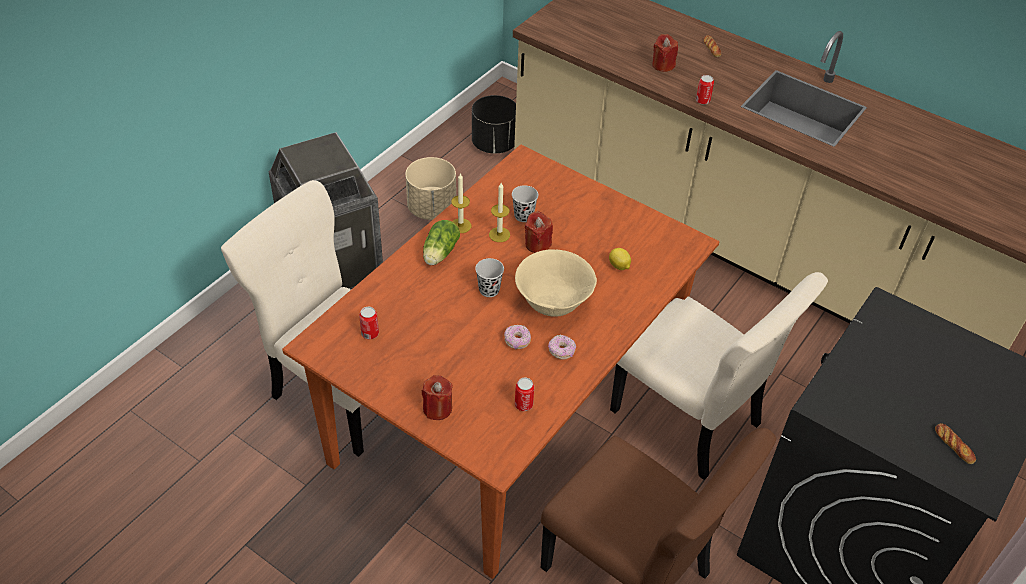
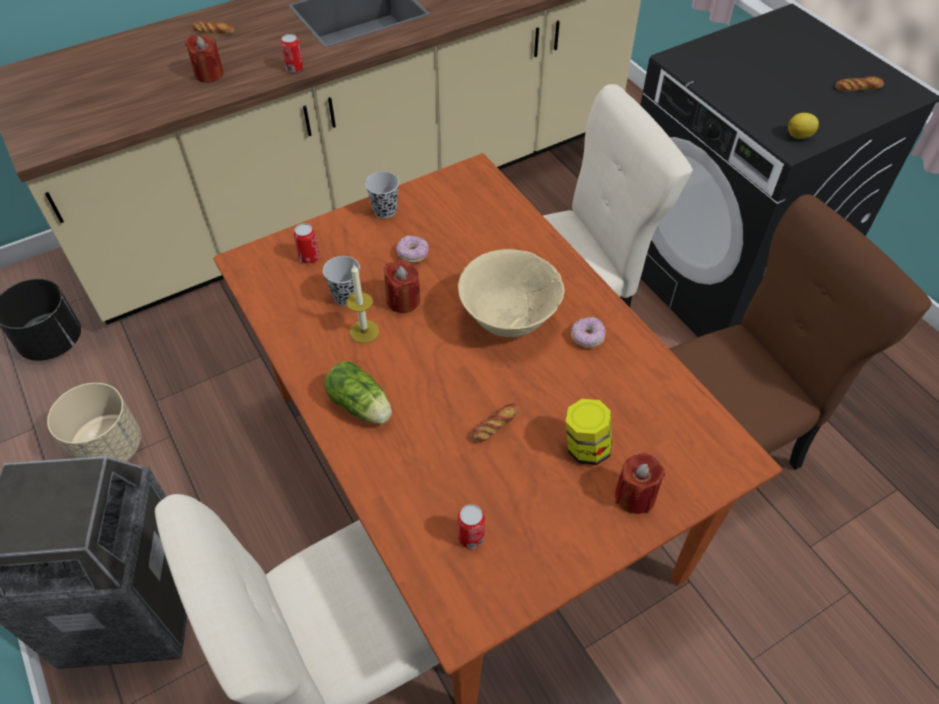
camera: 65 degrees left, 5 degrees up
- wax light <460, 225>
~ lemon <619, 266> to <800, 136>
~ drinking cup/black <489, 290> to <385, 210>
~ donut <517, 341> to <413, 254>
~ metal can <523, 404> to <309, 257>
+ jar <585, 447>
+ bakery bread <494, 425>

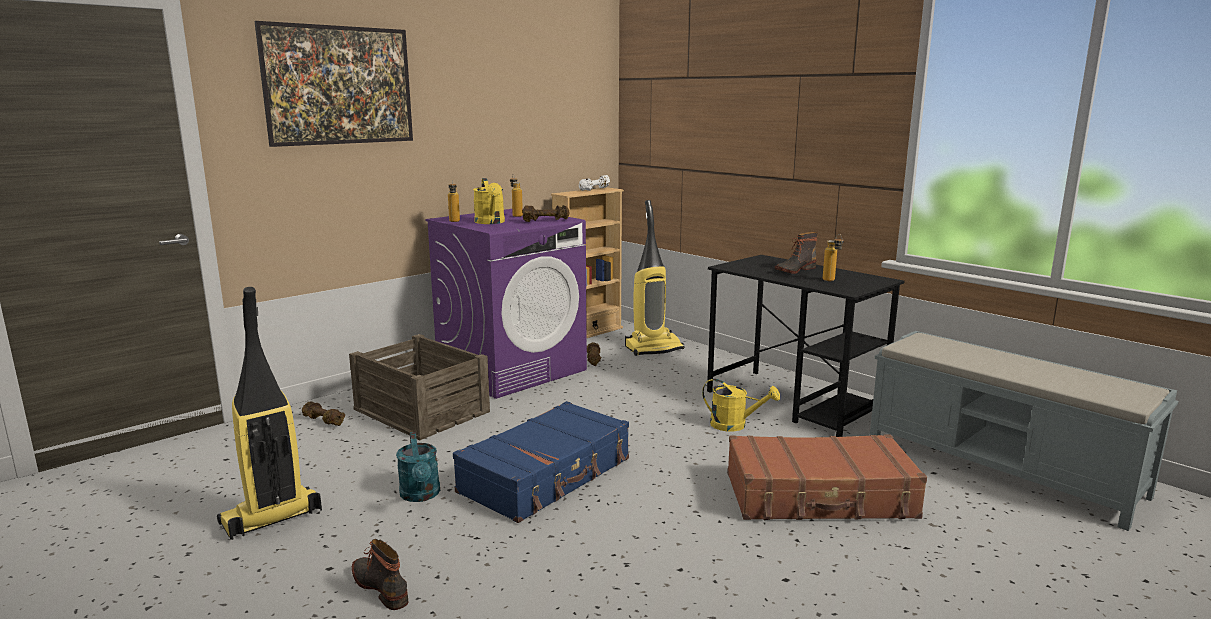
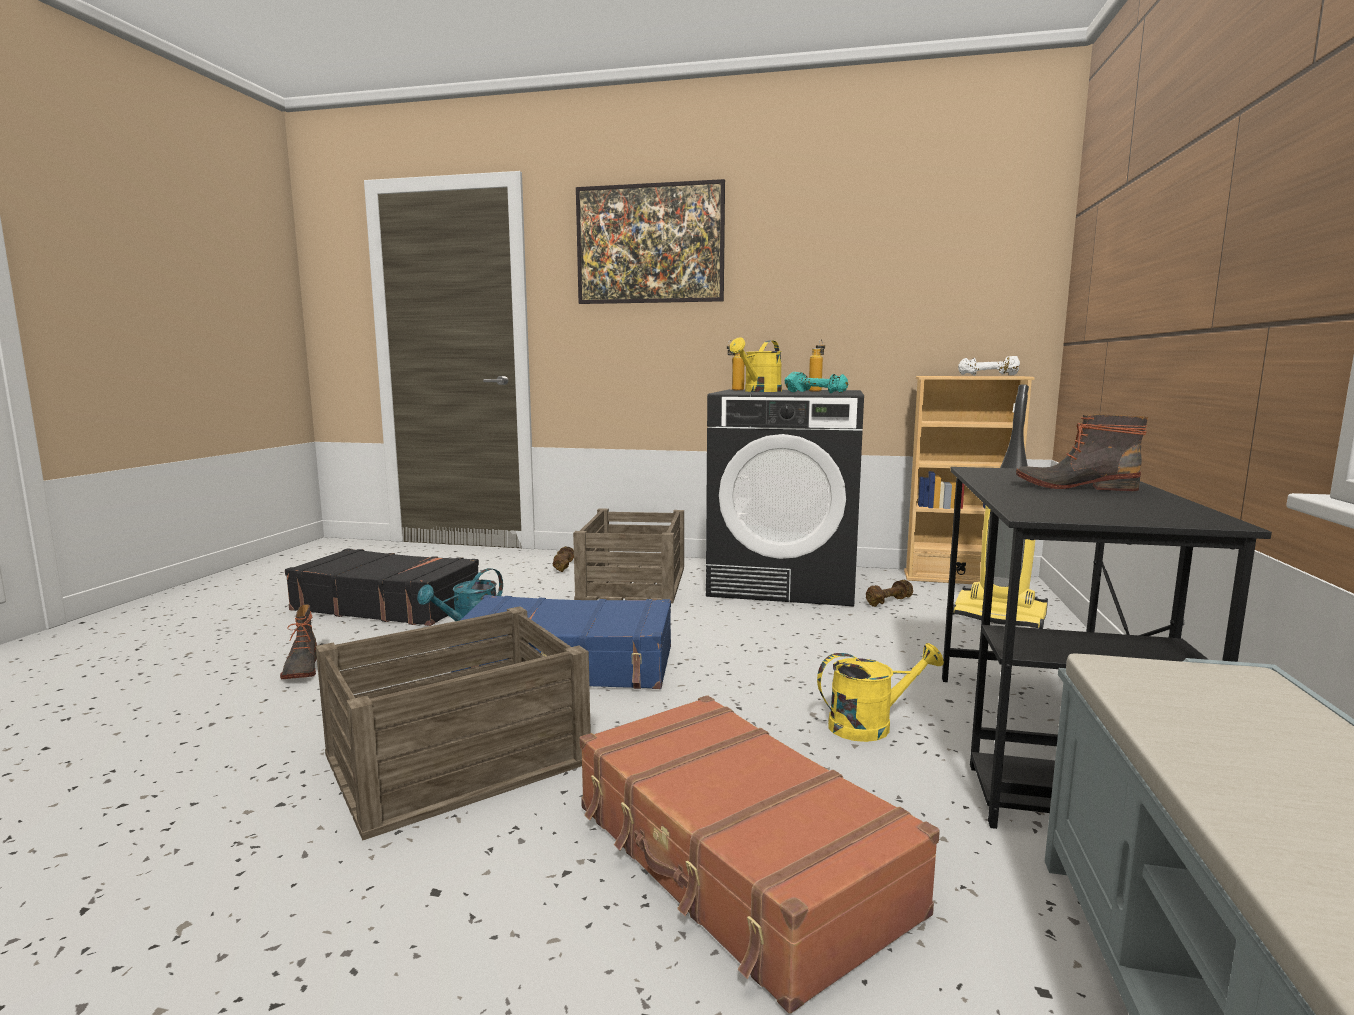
camera: 55 degrees right, 5 degrees down
~ free weight/brown <545, 220> to free weight/turquoise-coloured <816, 393>
~ laundry appliance/purplish <512, 369> to laundry appliance/black <784, 582>
- beverage bottle <831, 281>
~ vacuum <271, 518> to travel case/black <387, 604>
~ sprinkling can/yellowish <735, 425> = <870, 725> 90 degrees counterclockwise
~ boot <382, 587> = <300, 669> 150 degrees clockwise
+ packing crate <455, 758>

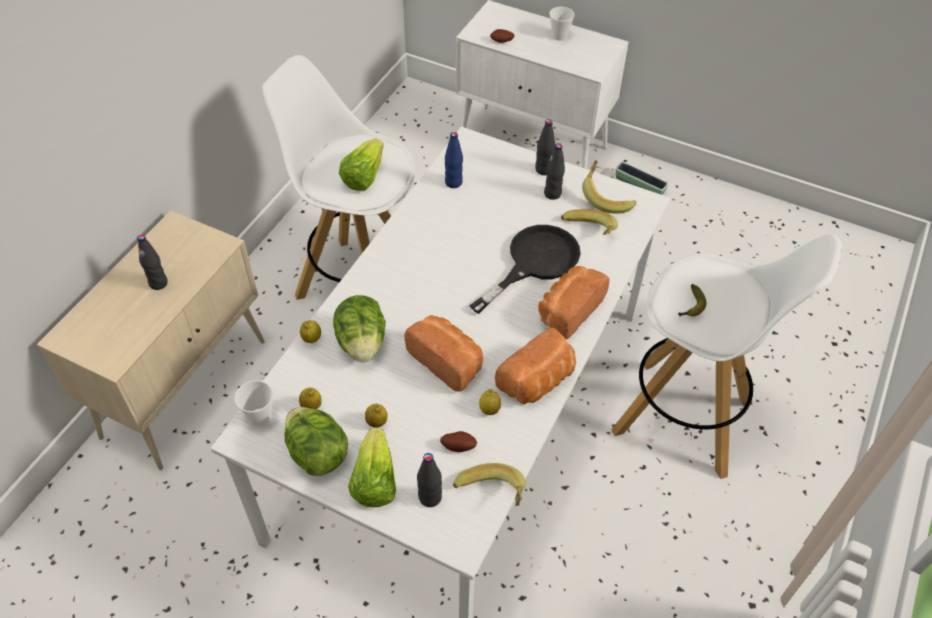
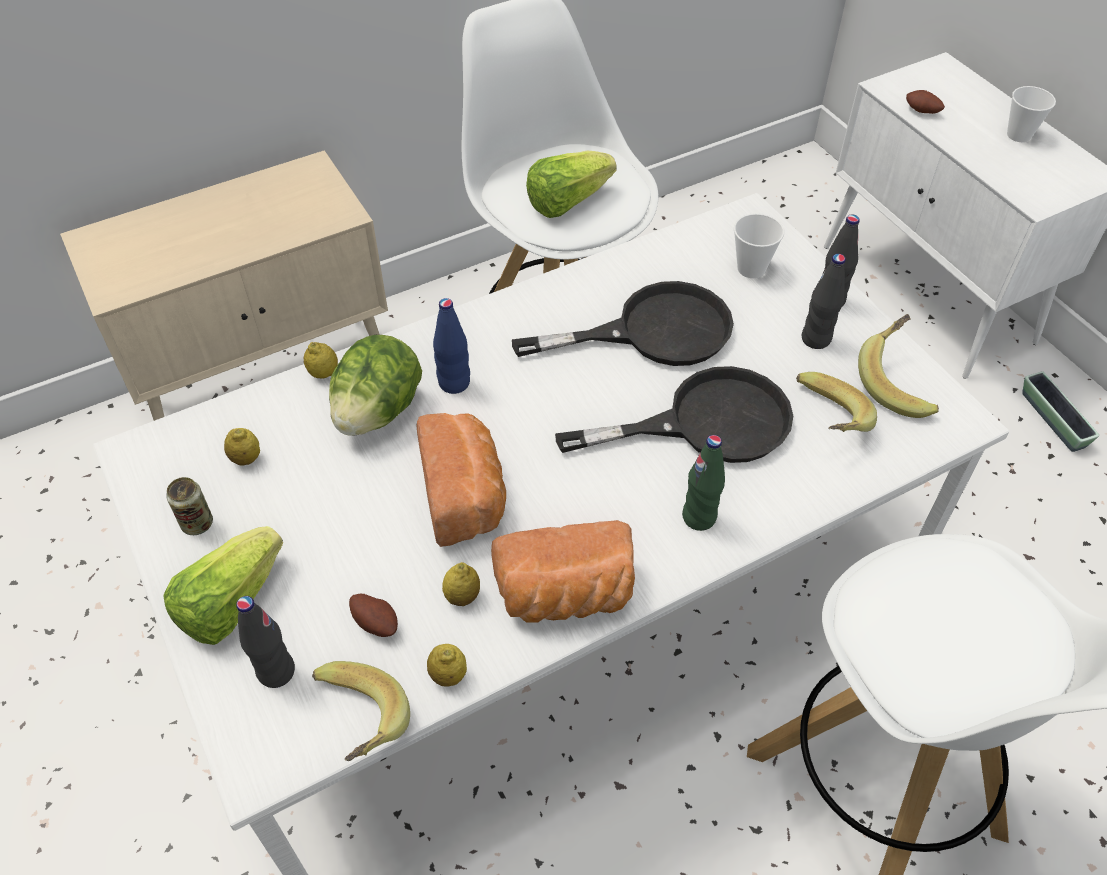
camera: 35 degrees right, 0 degrees up
~ beverage bottle/blue-coloured <453, 182> to <454, 383>
- beverage bottle/black <158, 283>
~ bakery bread <568, 310> to beverage bottle/green <699, 517>
- banana fruit <691, 306>
~ drinking cup <260, 417> to <751, 268>
~ lemon <376, 422> to <448, 675>
~ lettuce head <317, 453> to metal can <197, 523>
+ pan/black <653, 331>

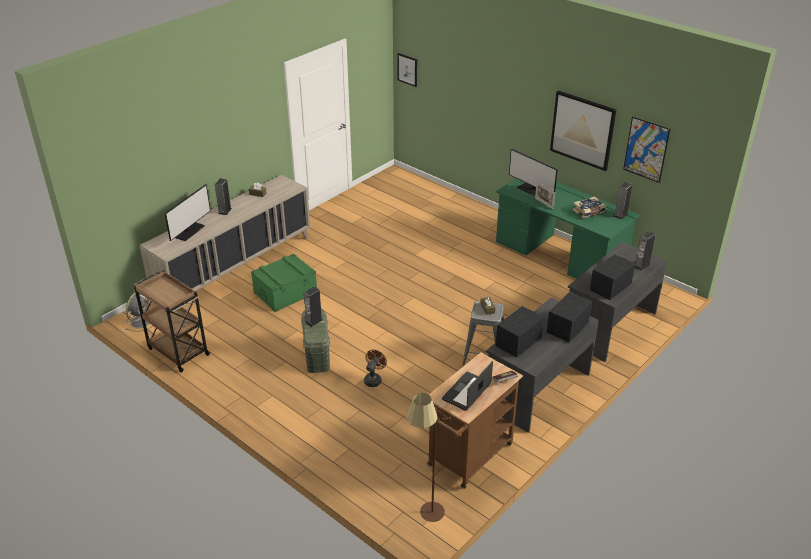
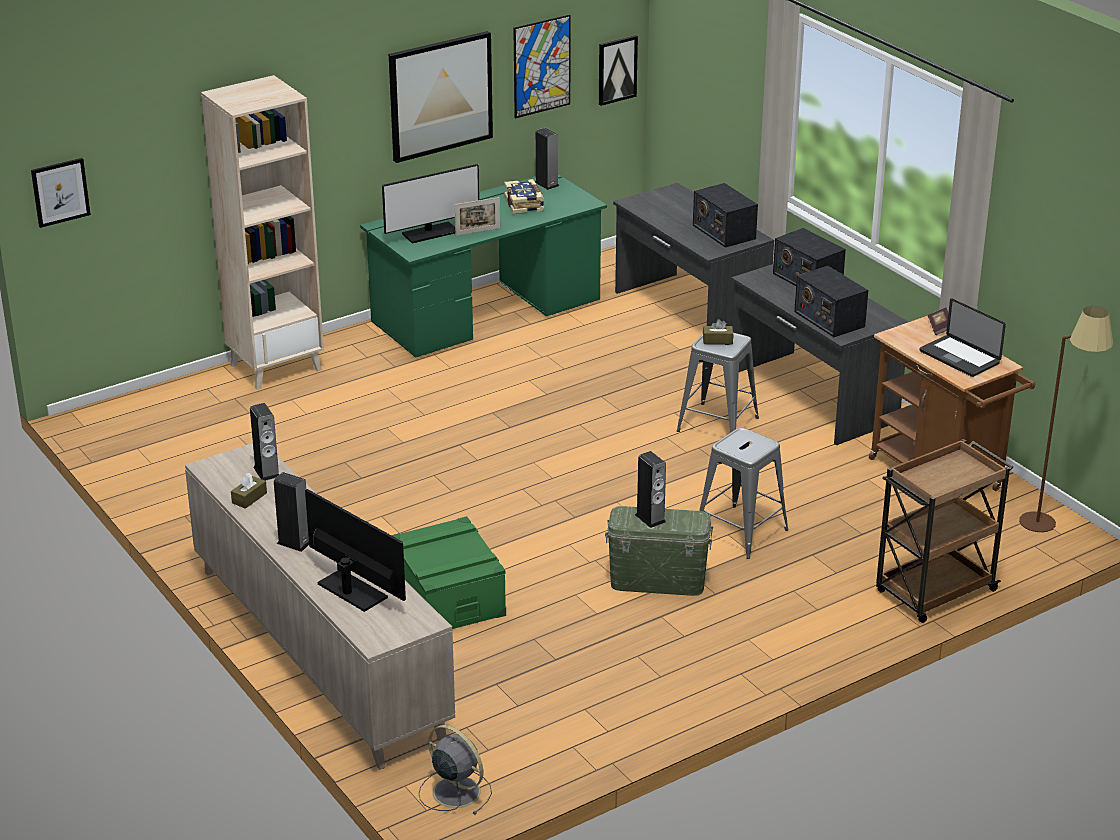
camera: 75 degrees left, 5 degrees down
~ speaker <642, 265> to <266, 472>
~ cart/brown <177, 351> to <934, 592>
~ electric fan/brown <374, 379> to stool/grey <741, 531>
+ wall picture <616, 69>
+ shelving unit/sand-coloured <276, 366>

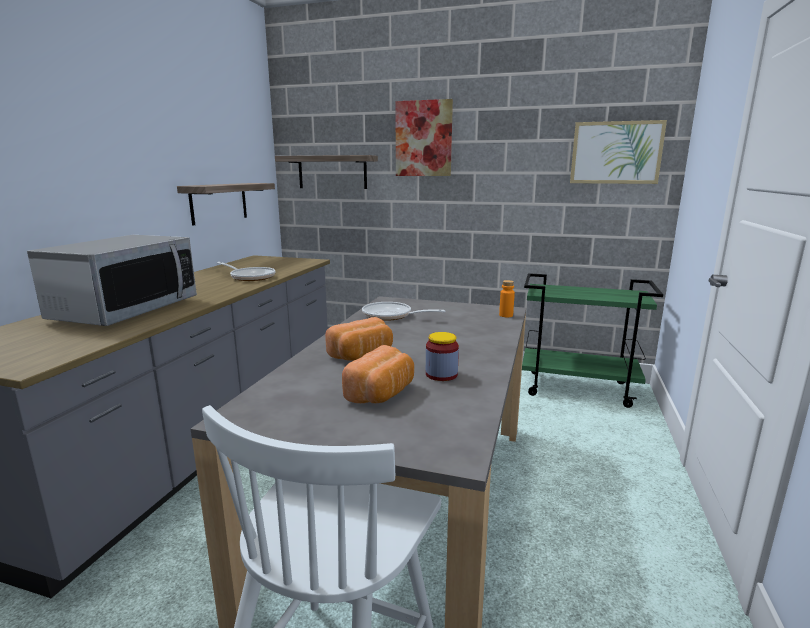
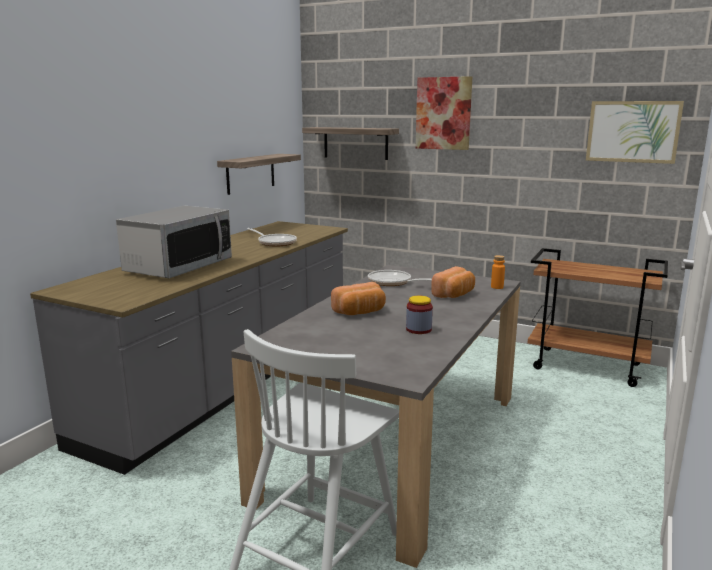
camera: 10 degrees right, 0 degrees up
~ cart/green <578, 389> to cart/brown <587, 366>
~ bakery bread <383, 393> to <454, 295>

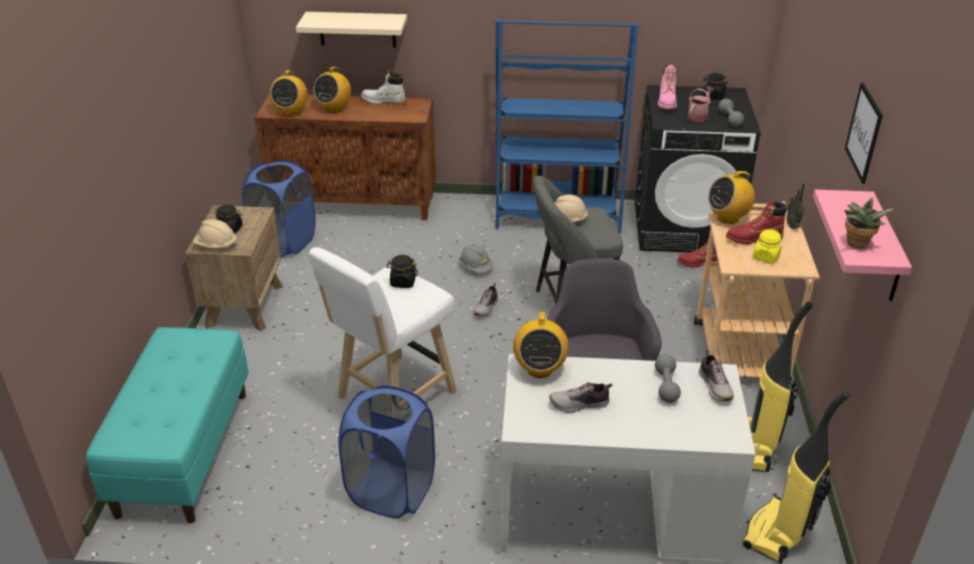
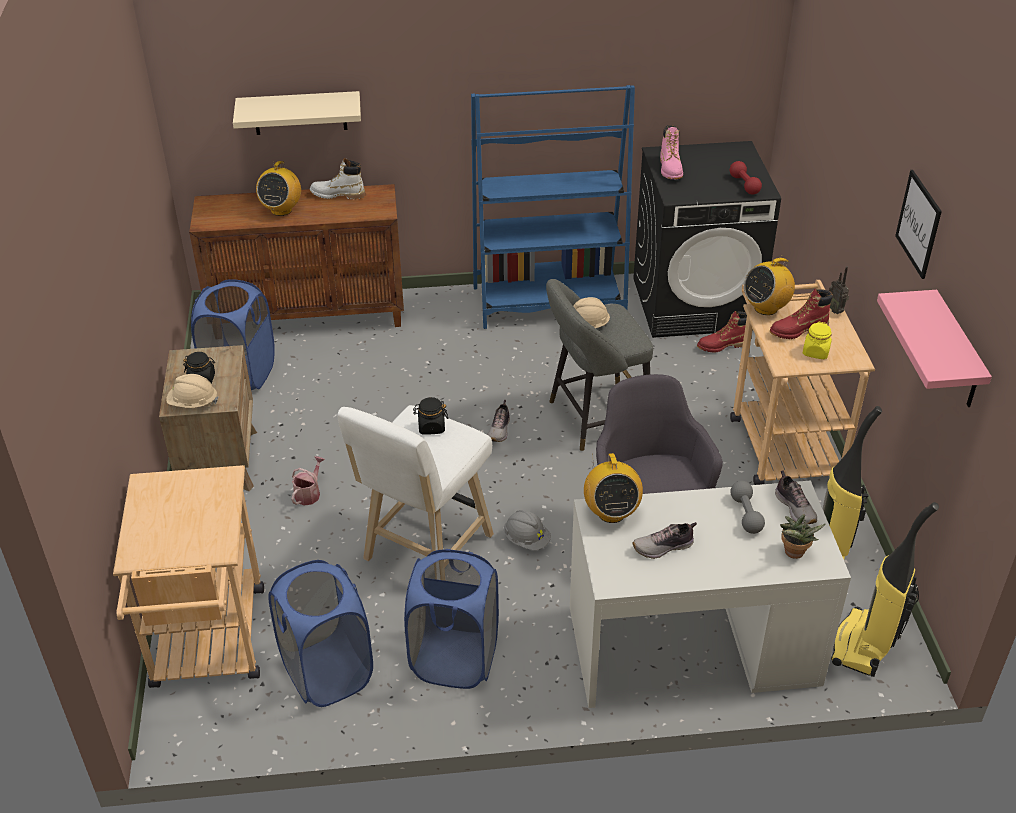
camera: 10 degrees left, 5 degrees up
- radio receiver <291, 112>
- jar/black <713, 96>
~ sprinkling can <698, 116> to <309, 493>
~ free weight/grey <729, 119> to free weight/red <744, 185>
~ plant in a pot <856, 245> to <794, 554>
~ work helmet/grey <475, 268> to <526, 540>
~ long seat/turquoise-coloured <183, 451> to cart/sand-coloured <208, 647>
+ hamper/blue-coloured <327, 672>

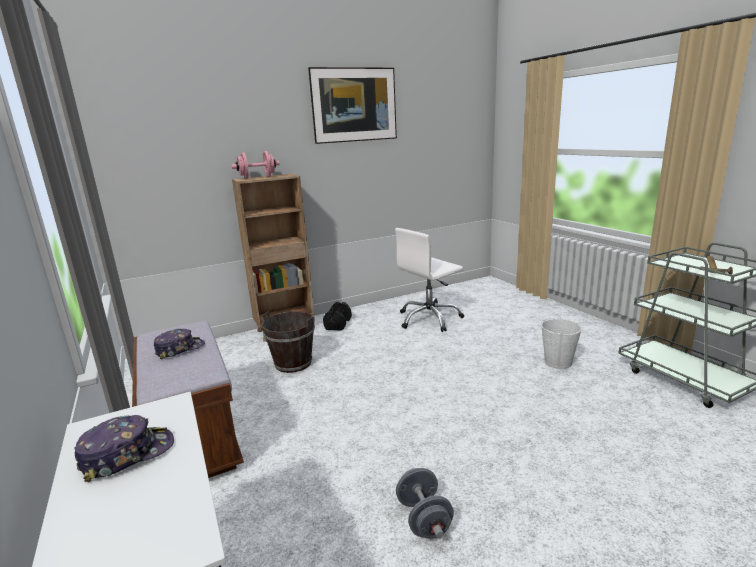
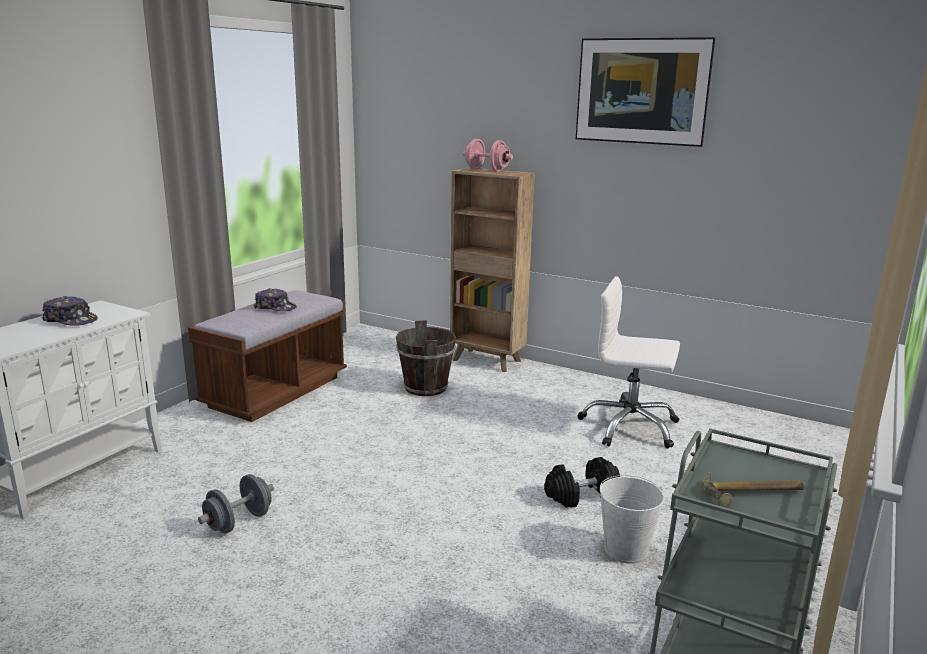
camera: 55 degrees right, 0 degrees up
~ free weight/black <338, 324> to <581, 495>

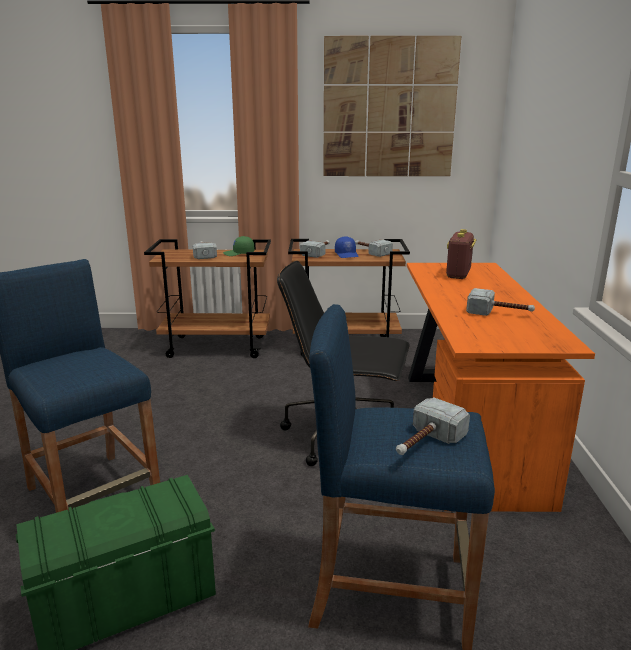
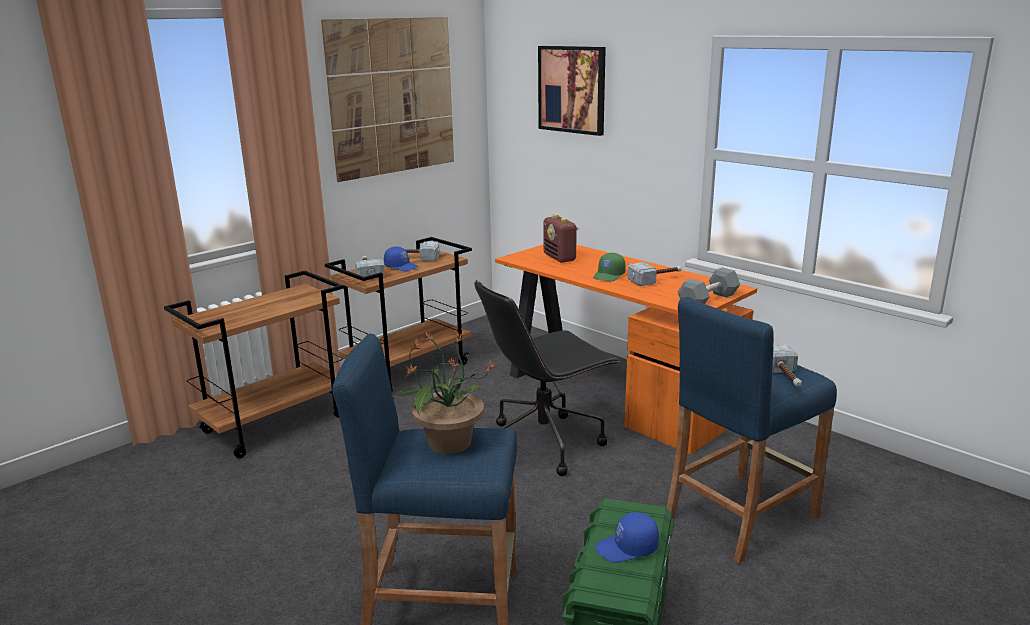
camera: 45 degrees left, 0 degrees up
~ cap/green <239, 253> to <609, 276>
- hand hammer <203, 254>
+ wall picture <572, 89>
+ free weight/grey <708, 300>
+ plant in a pot <448, 443>
+ cap/blue-coloured <627, 548>

